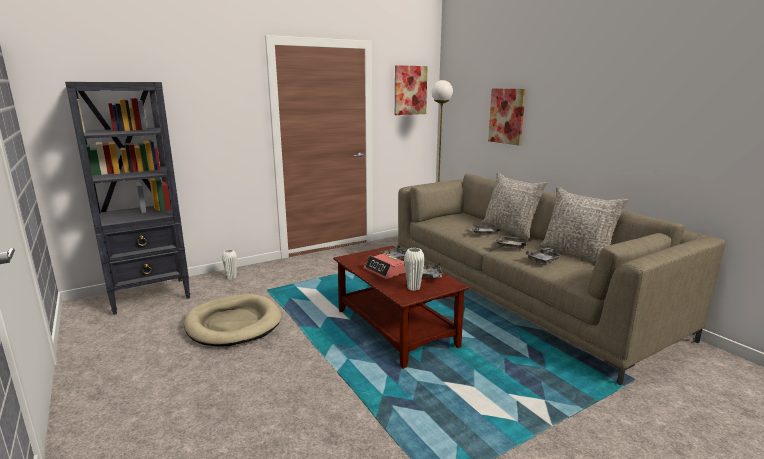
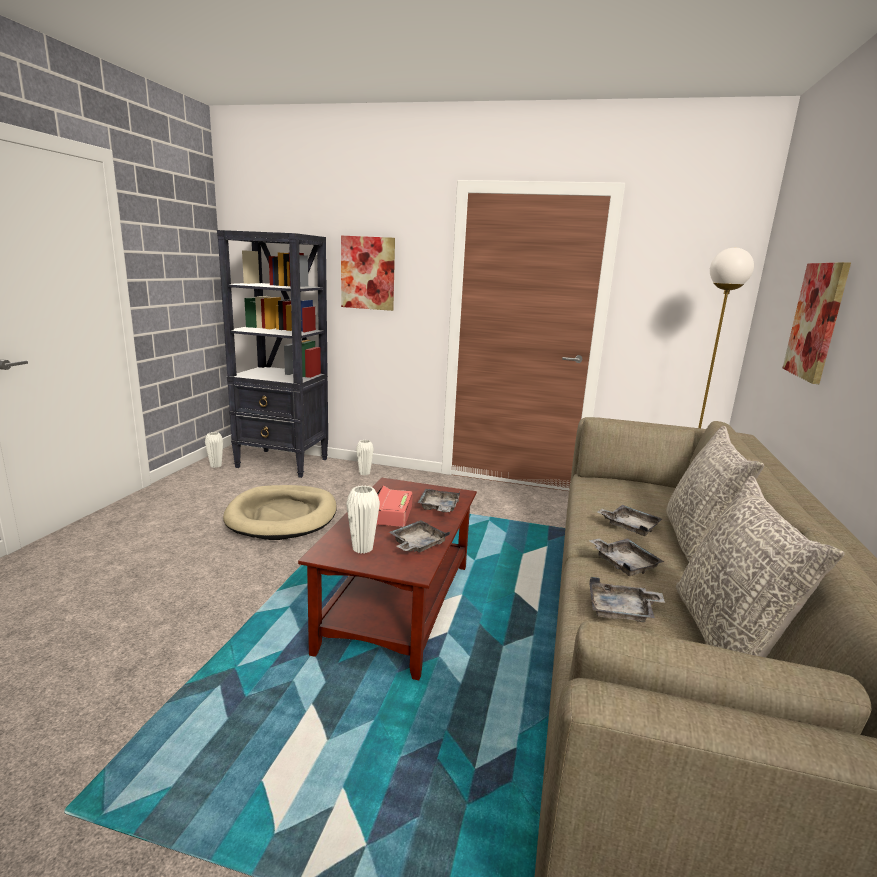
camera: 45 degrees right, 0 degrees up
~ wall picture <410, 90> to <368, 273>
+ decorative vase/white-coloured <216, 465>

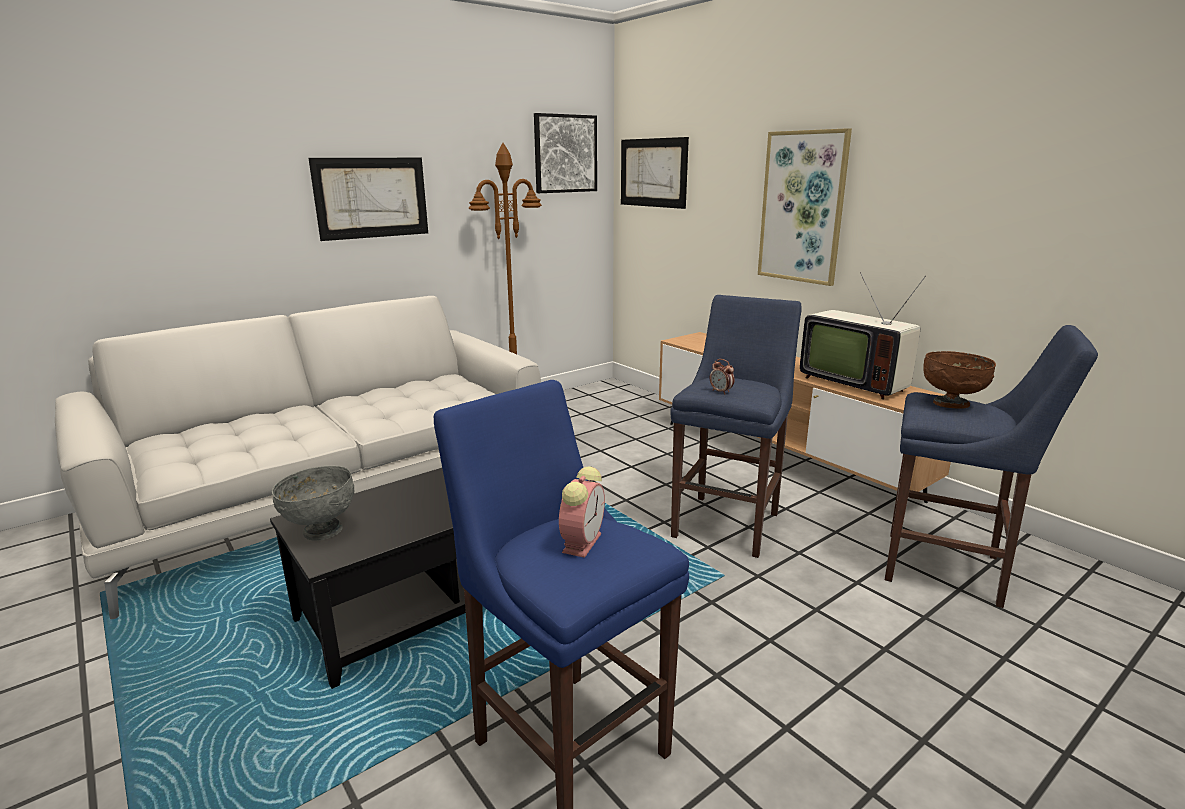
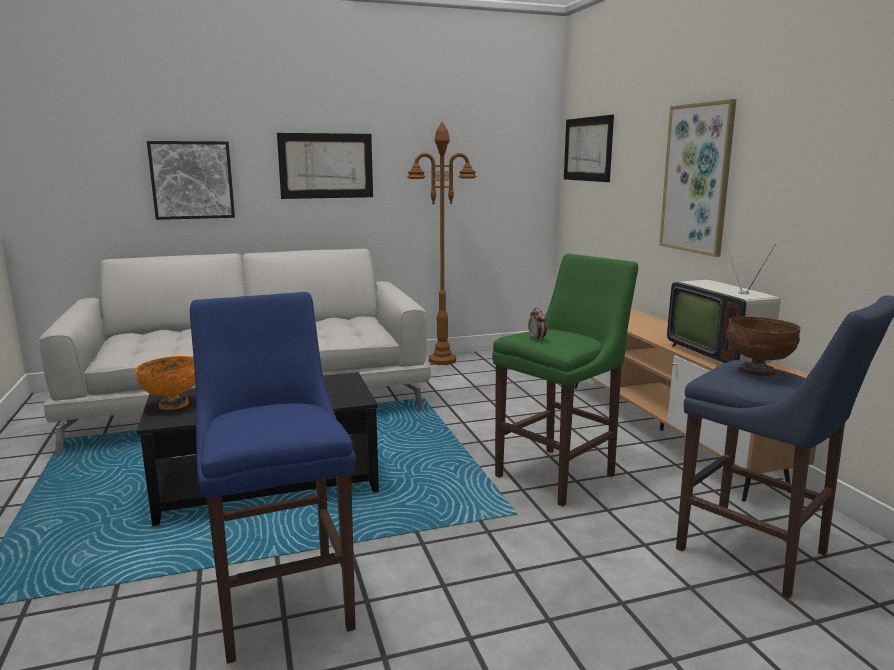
camera: 20 degrees right, 5 degrees down
~ wall picture <565, 154> to <192, 180>
~ stool/blue-coloured <728, 522> to stool/green <559, 474>
~ bowl/grey <321, 531> to bowl/orange <173, 404>
- bedside clock <582, 541>

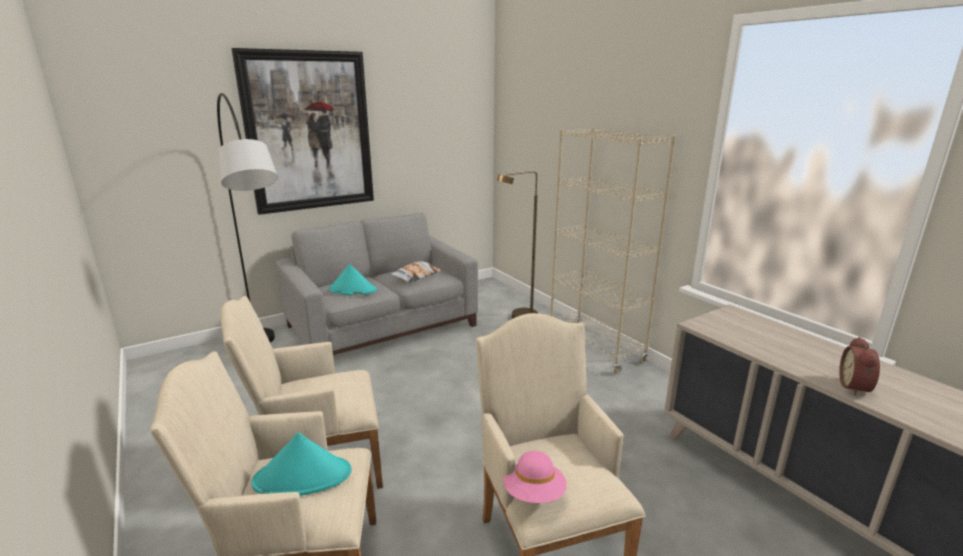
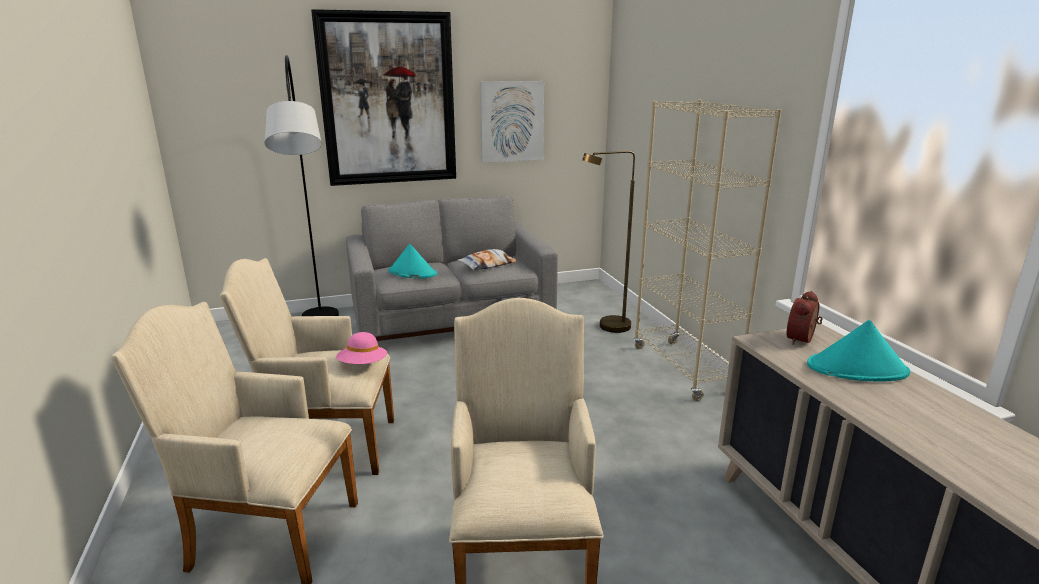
camera: 15 degrees right, 0 degrees up
~ bedside clock <856, 387> to <802, 340>
~ wearable hat/turquoise-coloured <303, 477> to <857, 369>
~ wearable hat/pink-coloured <534, 494> to <363, 365>
+ wall picture <511, 121>

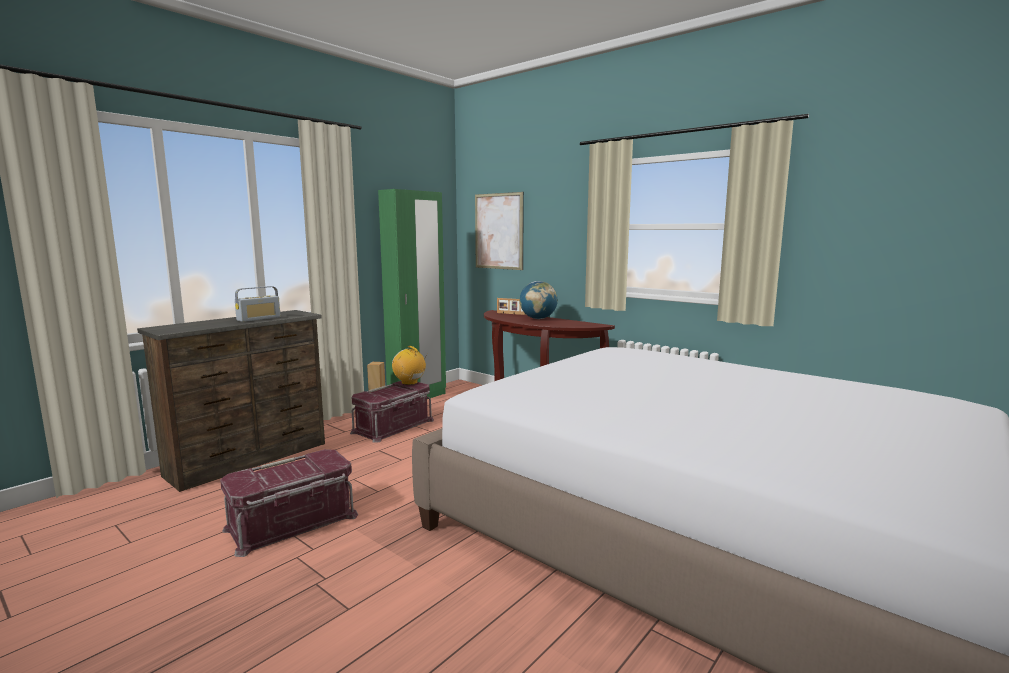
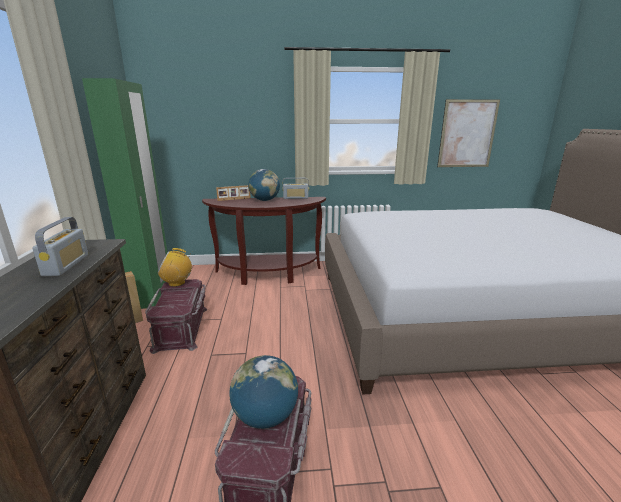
camera: 45 degrees left, 10 degrees up
~ wall picture <498, 231> to <467, 134>
+ radio receiver <295, 198>
+ globe <265, 416>

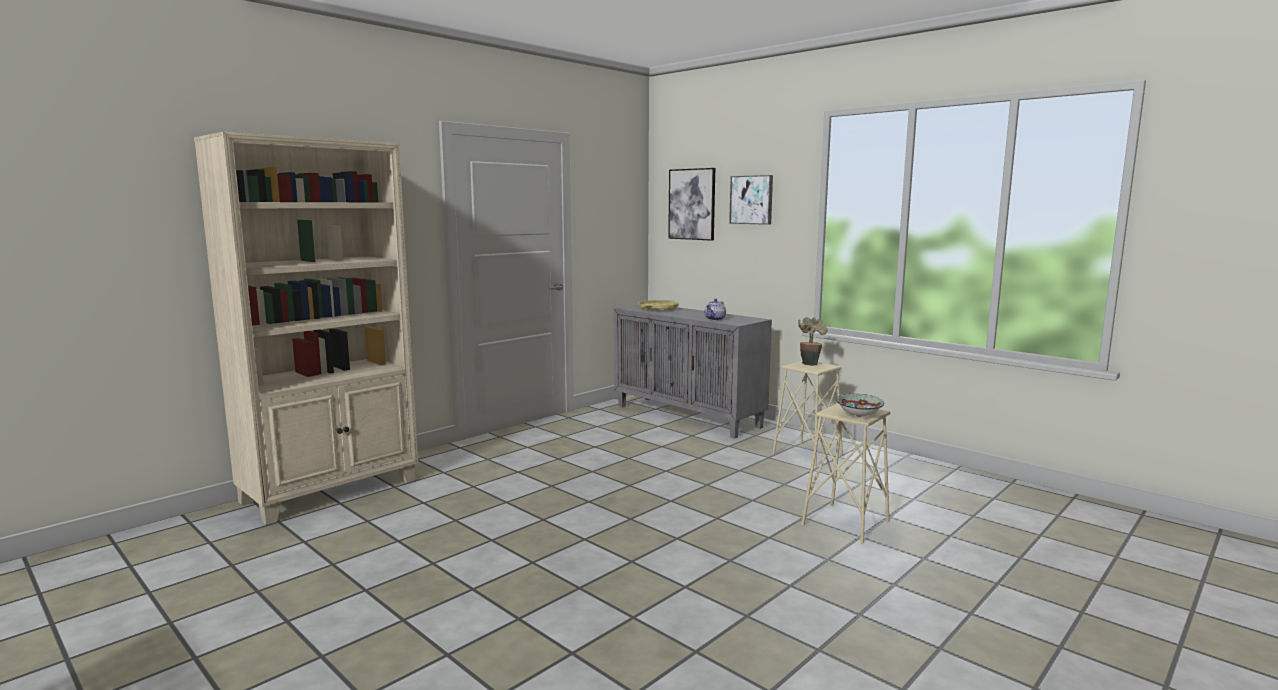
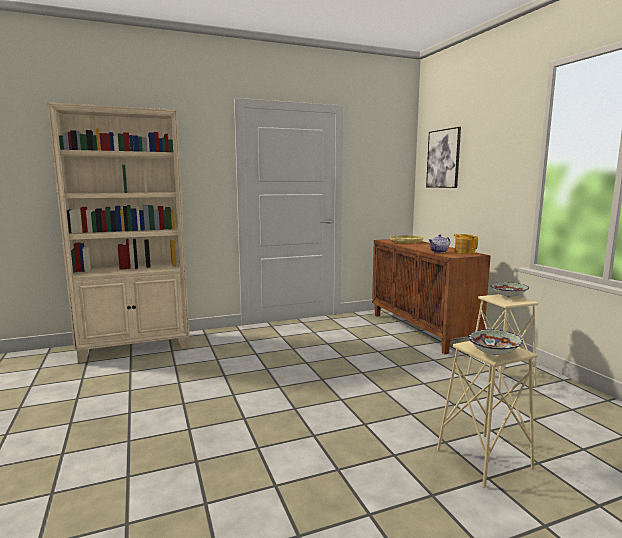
camera: 25 degrees right, 0 degrees up
- wall picture <752, 200>
~ cupboard/grey <688, 416> to cupboard/brown <422, 330>
~ plant in a pot <809, 363> to bowl <508, 297>
+ teapot <464, 252>

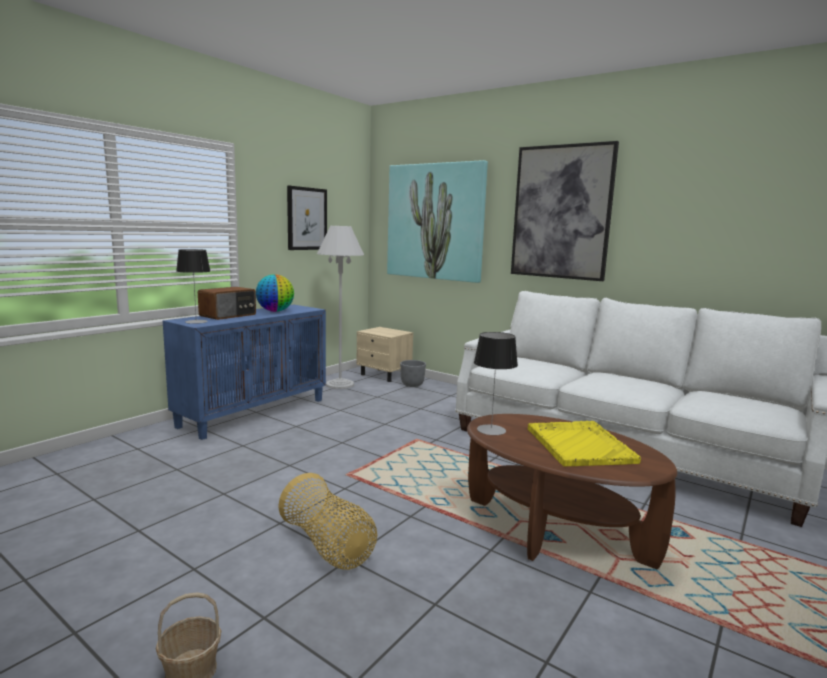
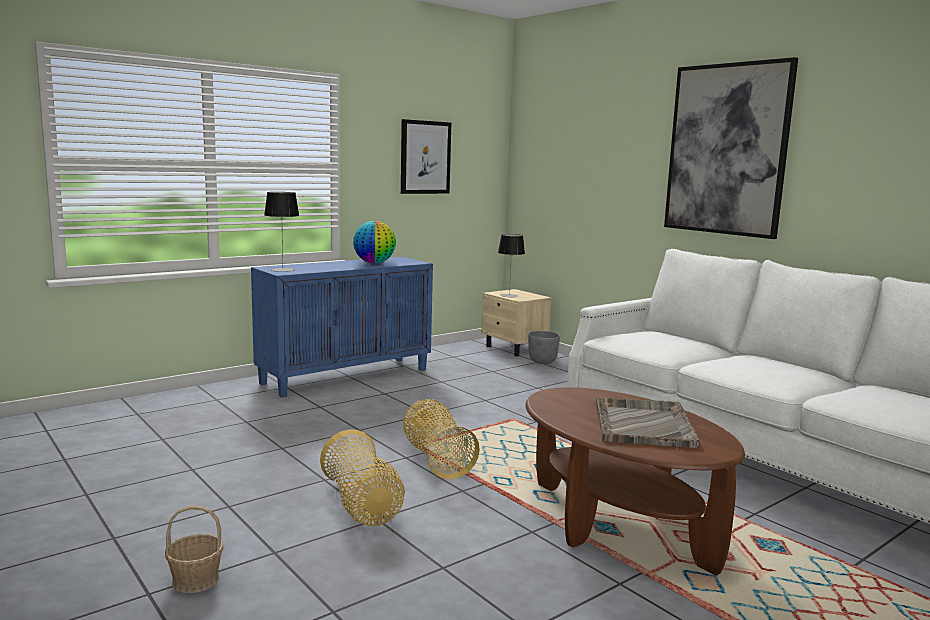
camera: 15 degrees right, 0 degrees up
- wall picture <435, 222>
- standard lamp/white-coloured <340, 384>
- radio receiver <228, 315>
~ lamp for a table <491, 430> to <509, 295>
~ tray/yellowish <579, 445> to tray/grey <643, 424>
+ household basket <437, 459>

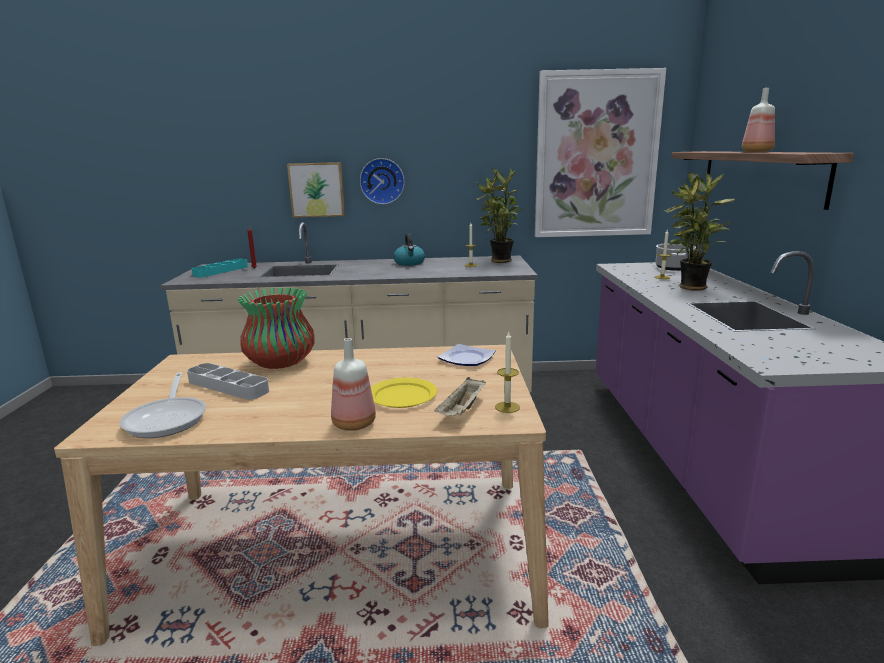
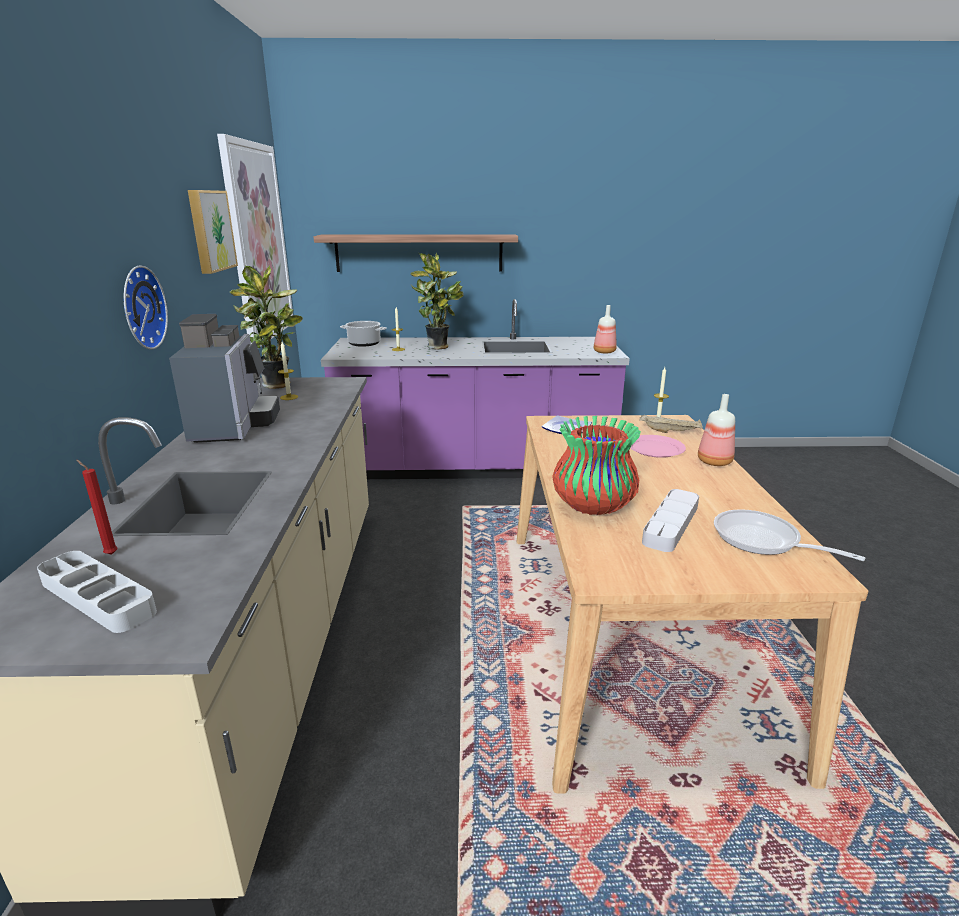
camera: 90 degrees left, 5 degrees up
~ beverage bottle <756, 152> to <603, 352>
~ wall picture <317, 189> to <210, 230>
~ kettle <409, 263> to coffee machine <234, 425>
~ tray/turquoise-coloured <221, 271> to tray/grey <97, 597>
~ pan <168, 418> = <763, 541> 120 degrees counterclockwise
~ flat dish/yellowish <403, 396> to flat dish/pink-coloured <655, 448>

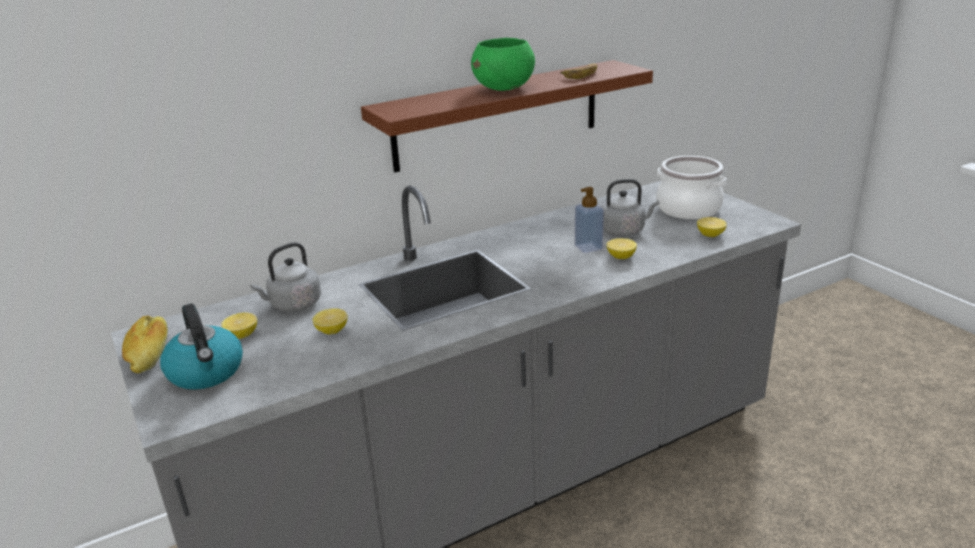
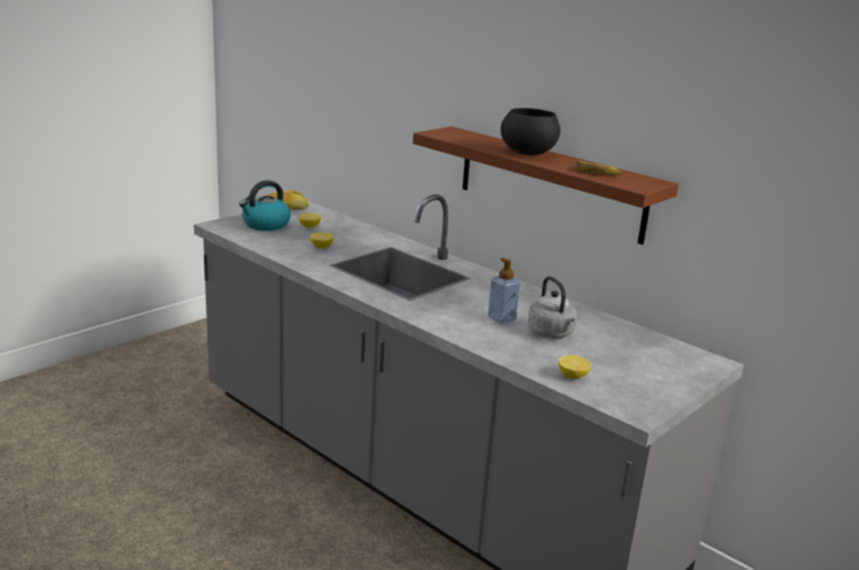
camera: 70 degrees right, 5 degrees down
~ bowl/green <504, 88> to bowl/black <528, 153>
- stockpot <688, 209>
- lemon <621, 257>
- kettle/grey <293, 305>

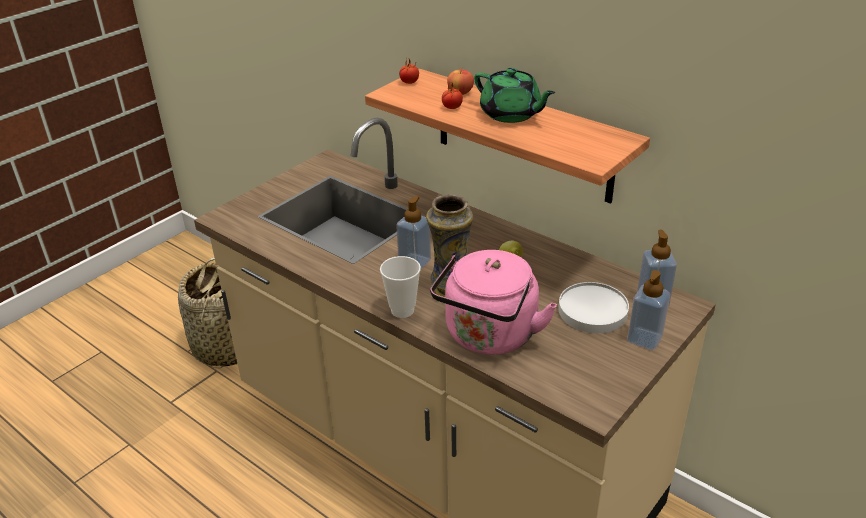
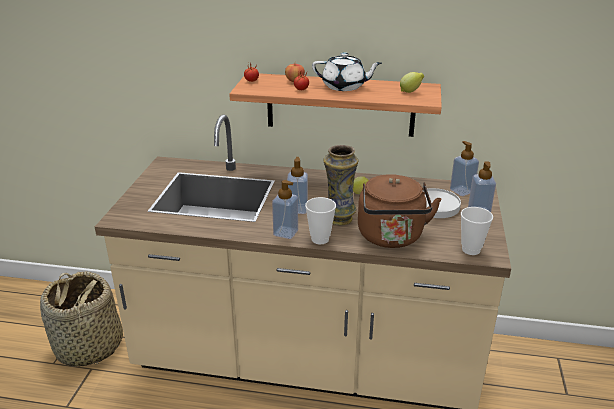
camera: 30 degrees left, 5 degrees down
~ teapot/green <511, 114> to teapot/white-coloured <344, 86>
~ kettle/pink-coloured <489, 337> to kettle/brown <391, 237>
+ lemon <410, 92>
+ soap dispenser <285, 233>
+ drinking cup <471, 250>

